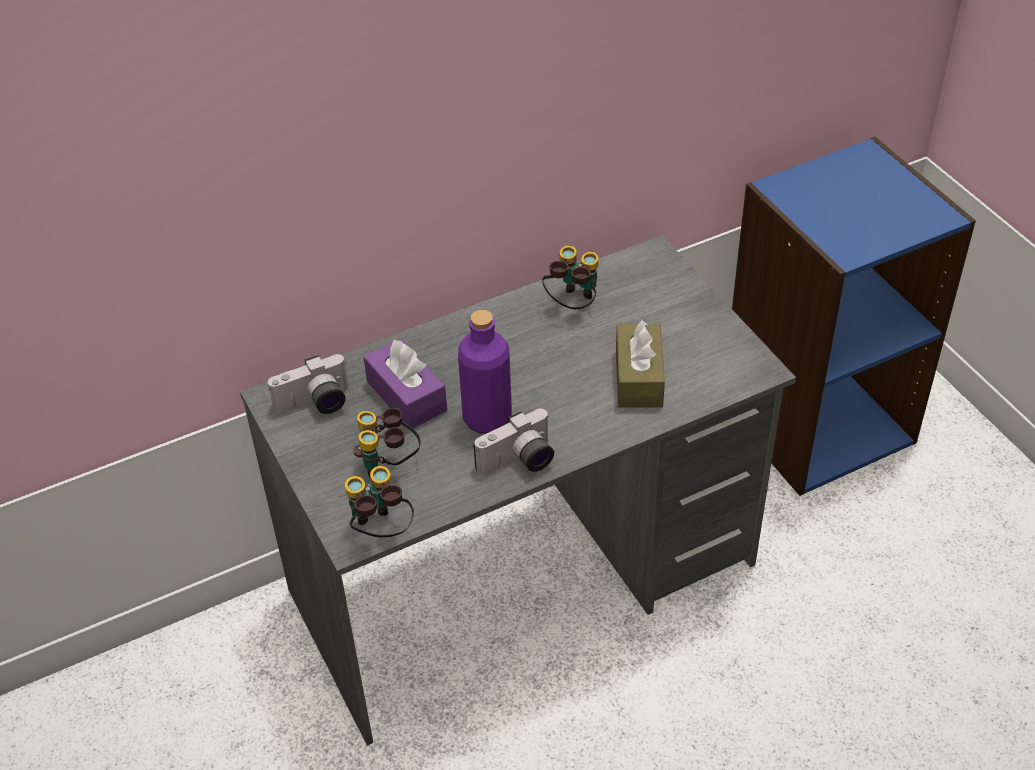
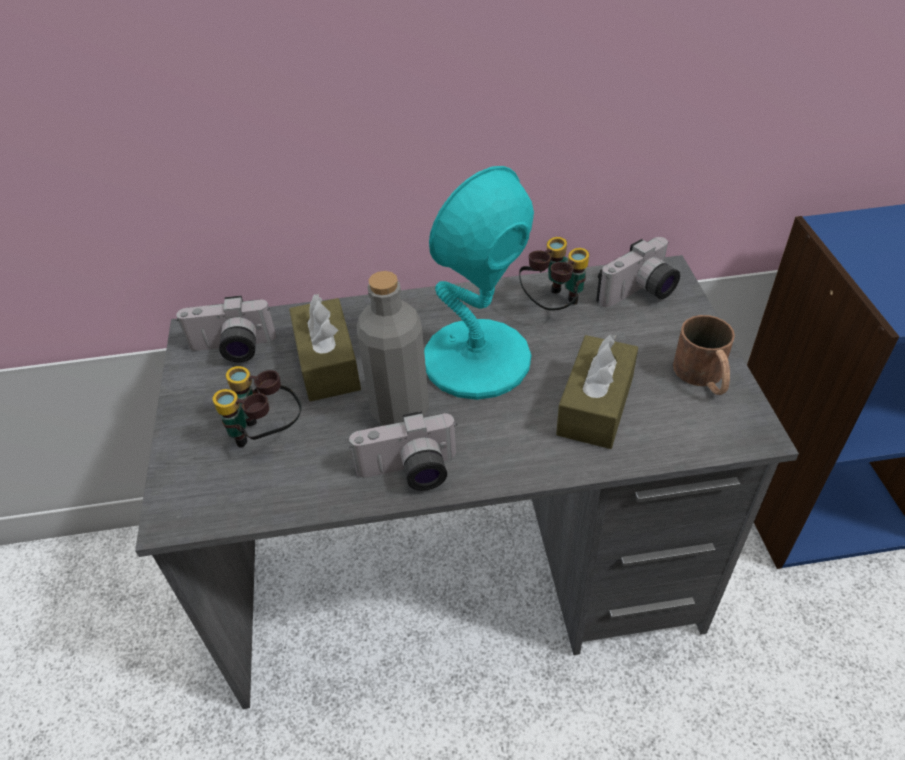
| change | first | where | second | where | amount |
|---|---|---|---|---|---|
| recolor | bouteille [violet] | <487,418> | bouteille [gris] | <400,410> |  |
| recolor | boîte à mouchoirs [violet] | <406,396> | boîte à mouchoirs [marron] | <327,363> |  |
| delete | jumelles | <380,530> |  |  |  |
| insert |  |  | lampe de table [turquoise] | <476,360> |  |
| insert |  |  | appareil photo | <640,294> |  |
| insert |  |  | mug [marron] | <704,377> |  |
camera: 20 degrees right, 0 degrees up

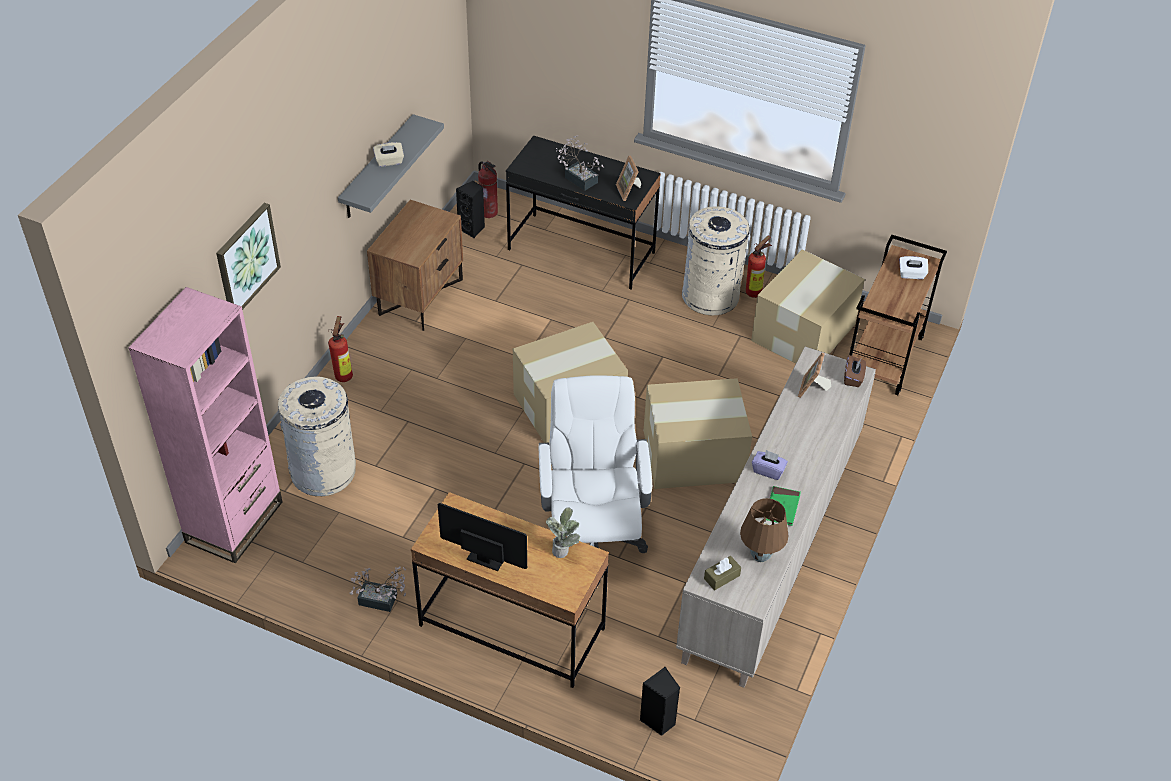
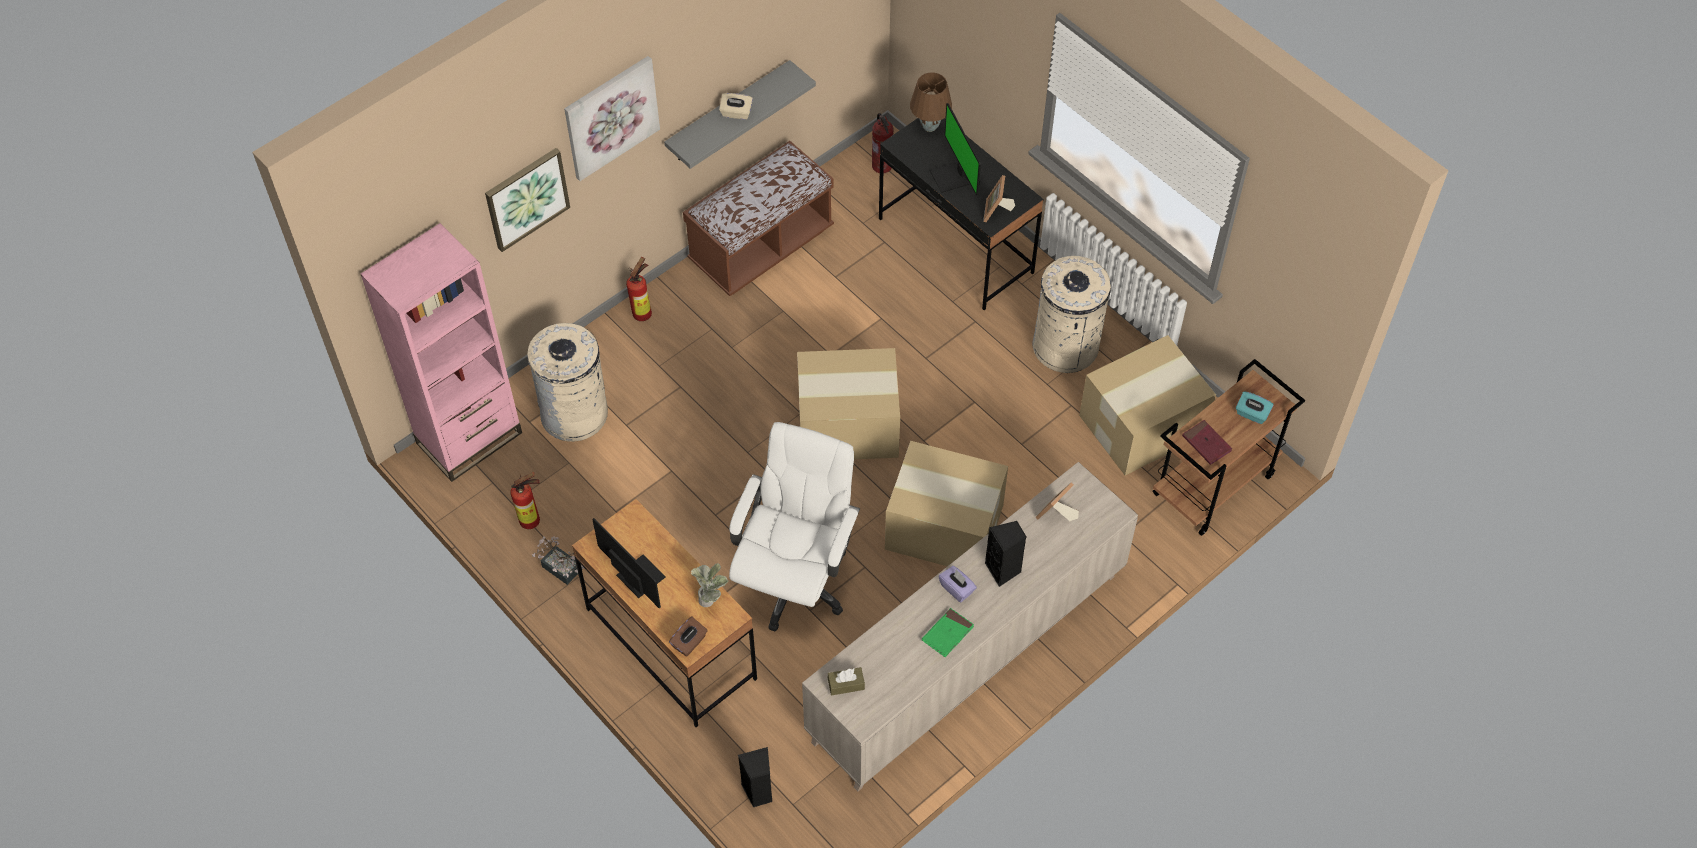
| change | first | where | second | where | amount |
|---|---|---|---|---|---|
| replace | plante en pot | <578,178> | écran d'ordinateur | <951,177> |  |
| move | enceinte [noir] | <472,229> |  | <1004,570> |  |
| replace | table de chevet [marron] | <420,296> | banc [marron] | <761,246> |  |
| move | extincteur | <755,292> |  | <533,521> |  |
| recolor | boîte à mouchoirs [blanc] | <911,274> | boîte à mouchoirs [turquoise] | <1252,414> |  |
| move | boîte à mouchoirs [marron] | <853,378> |  | <689,642> |  |
| move | lampe de table [marron] | <760,555> |  | <930,126> |  |
| insert |  |  | tableau | <610,116> |  |
| insert |  |  | livre [rouge] | <1206,444> |  |
camera: 25 degrees right, 10 degrees up

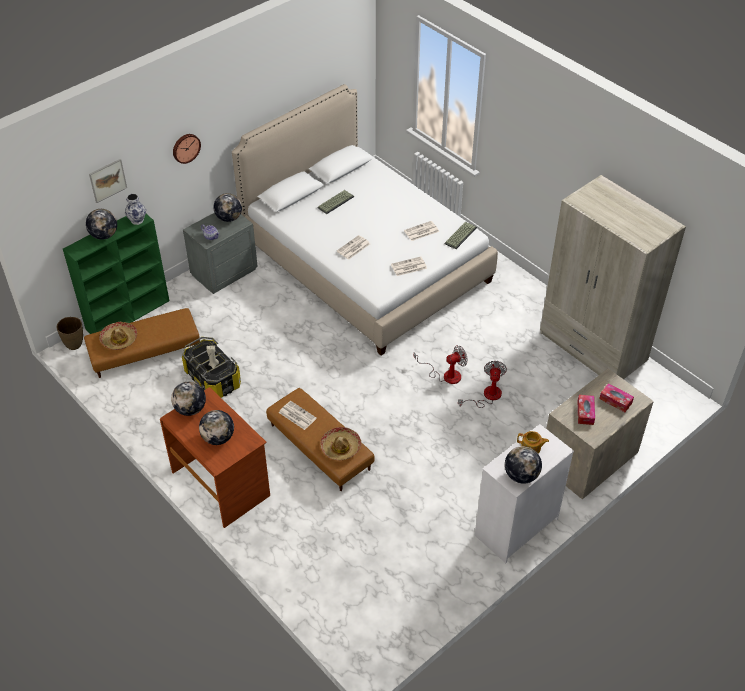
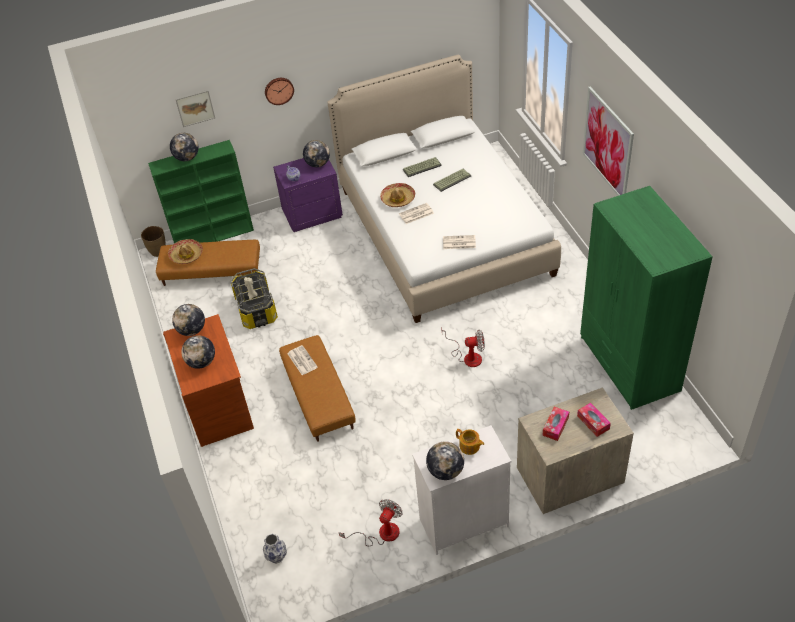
| change | first | where | second | where | amount |
|---|---|---|---|---|---|
| recolor | armoire [beige] | <592,347> | armoire [vert] | <628,364> |  |
| move | vase | <137,220> |  | <277,556> |  |
| recolor | table de chevet [gris] | <223,272> | table de chevet [violet] | <312,214> |  |
| delete | journal | <421,231> |  |  |  |
| move | clavier | <460,235> |  | <452,180> |  |
| move | ventilateur | <486,396> |  | <381,534> |  |
| move | chapeau | <340,447> |  | <398,199> |  |
| insert |  |  | tableau | <607,144> |  |
camera: 25 degrees right, 0 degrees up

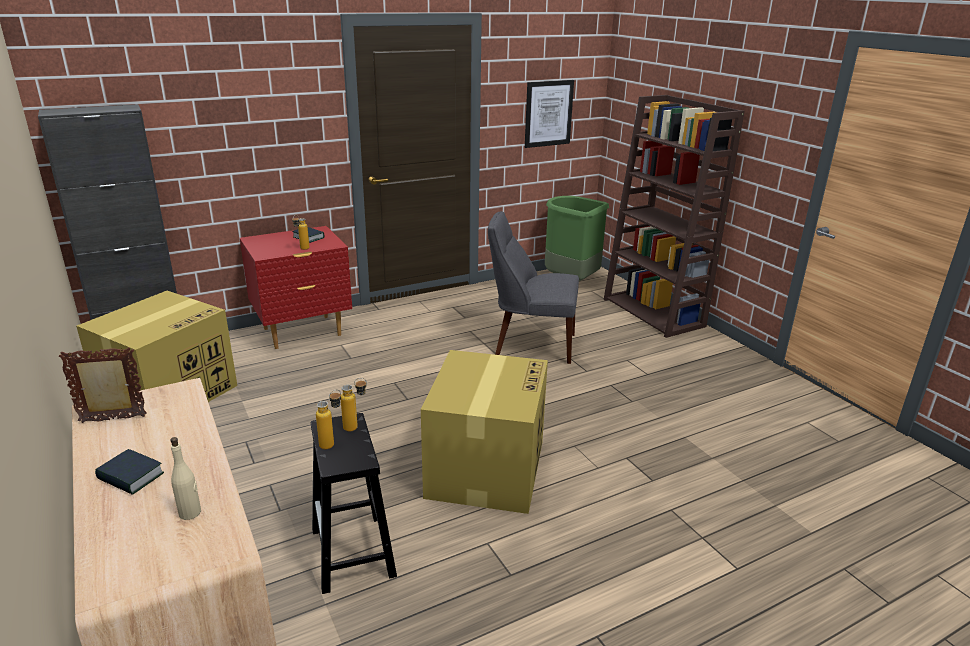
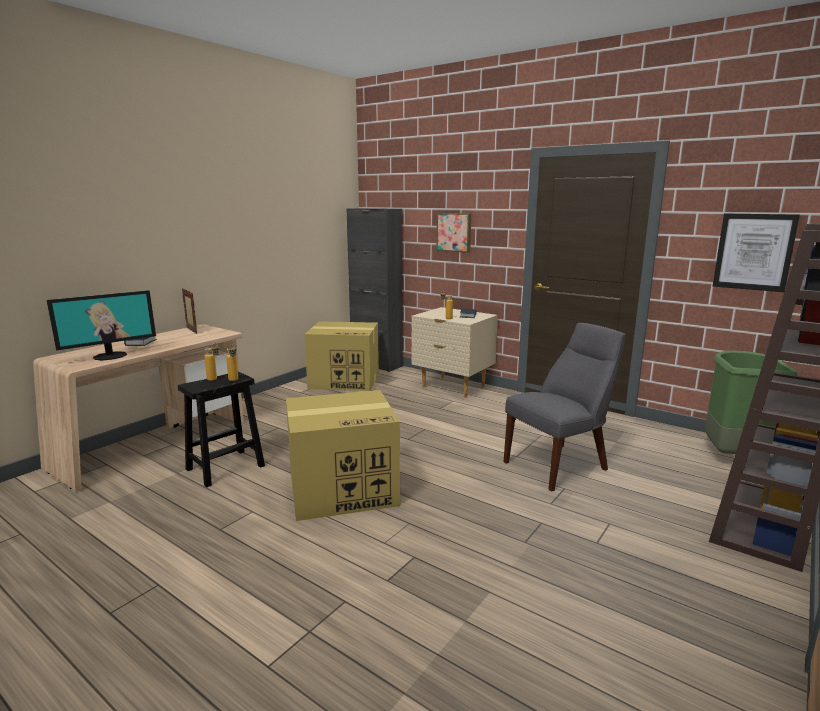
| change | first | where | second | where | amount |
|---|---|---|---|---|---|
| rotate | chaise [gris] | <531,344> |  | <559,465> | 75 degrees clockwise |
| recolor | table de chevet [rouge] | <302,332> | table de chevet [beige] | <453,387> |  |
| replace | bouteille [beige] | <190,513> | écran d'ordinateur | <110,356> |  |
| insert |  |  | tableau | <454,232> |  |
camera: 65 degrees right, 10 degrees down

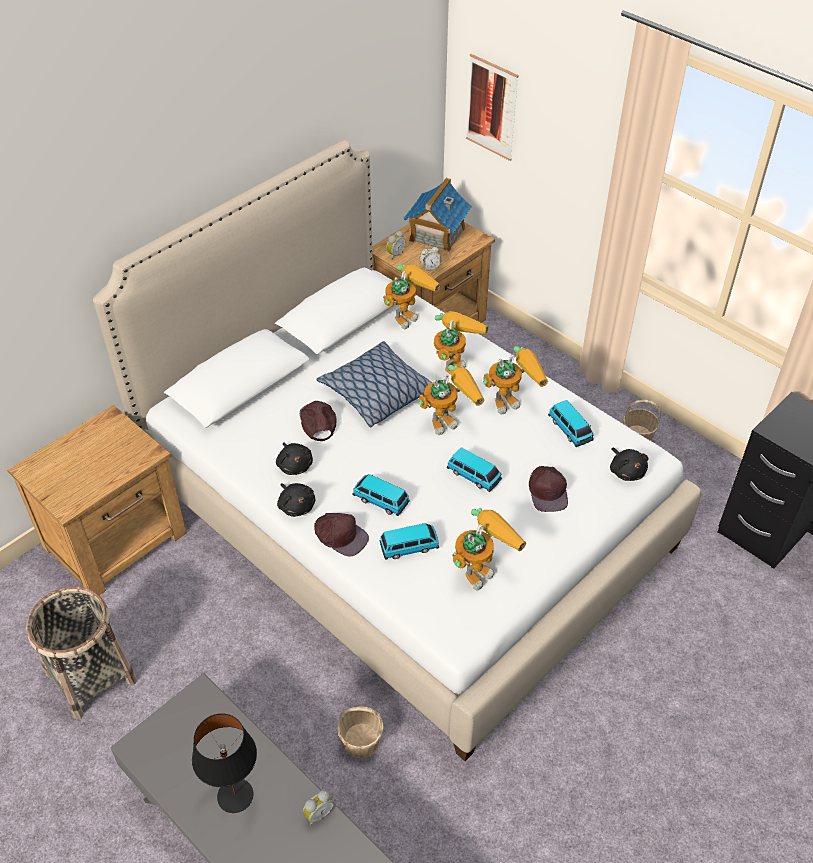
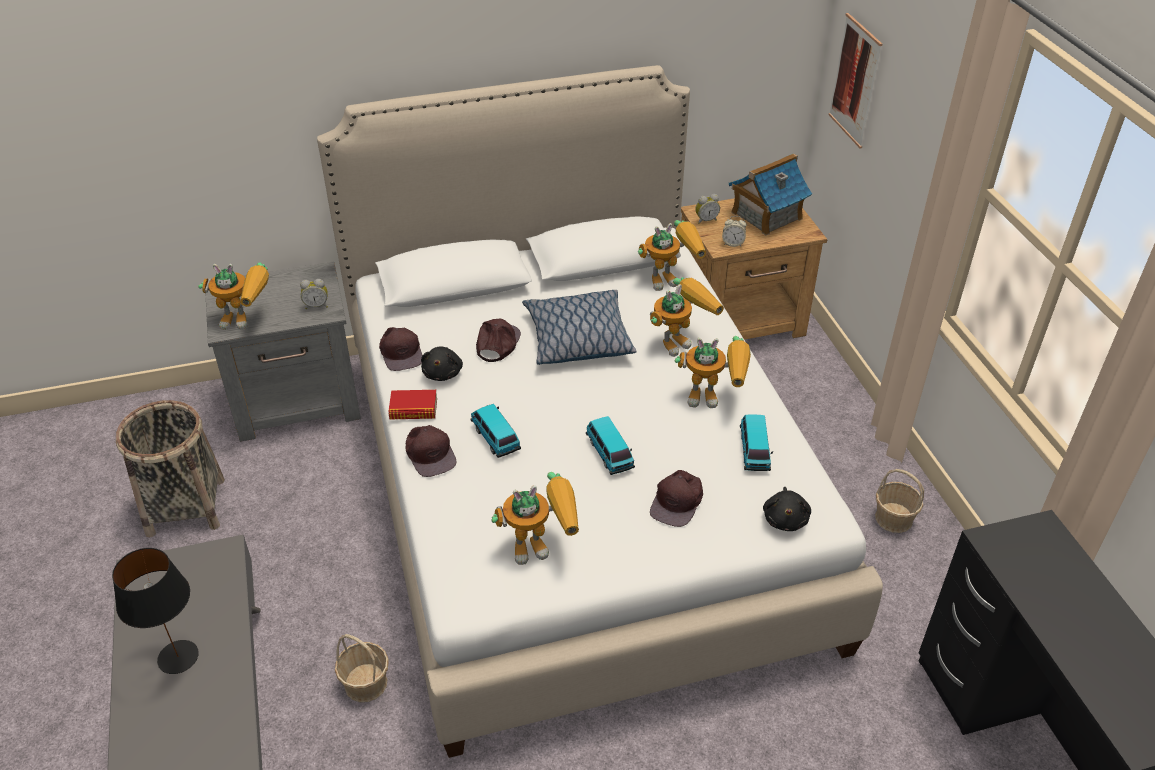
| change | first | where | second | where | amount |
|---|---|---|---|---|---|
| move | robot jouet | <450,419> |  | <247,320> |  |
| recolor | table de chevet [marron] | <117,540> | table de chevet [gris] | <299,400> |  |
| replace | peluche [noir] | <296,505> | livre | <413,409> |  |
| delete | petite voiture | <409,547> |  |  |  |
| move | réveil | <318,813> |  | <316,305> |  |
| insert |  |  | casquette [marron] | <401,352> |  |
camera: 30 degrees right, 5 degrees down

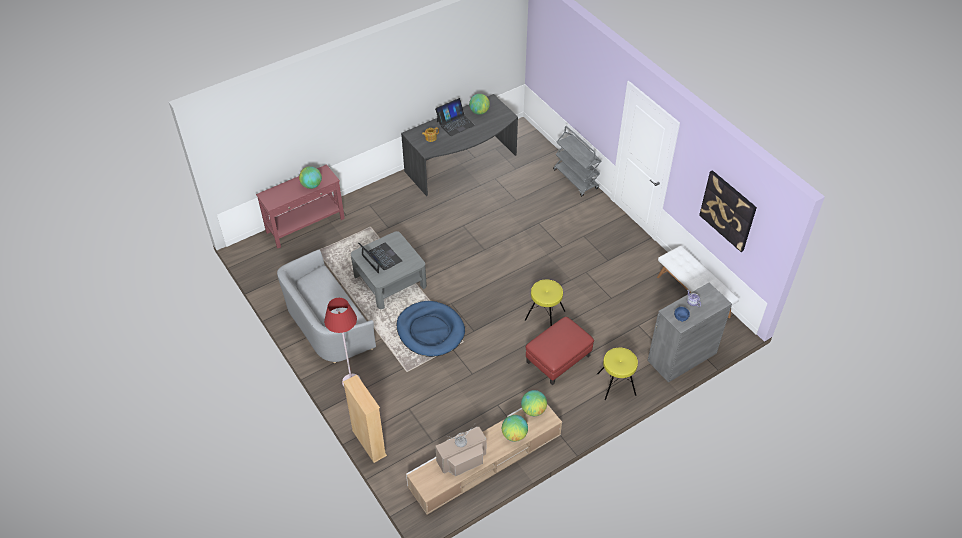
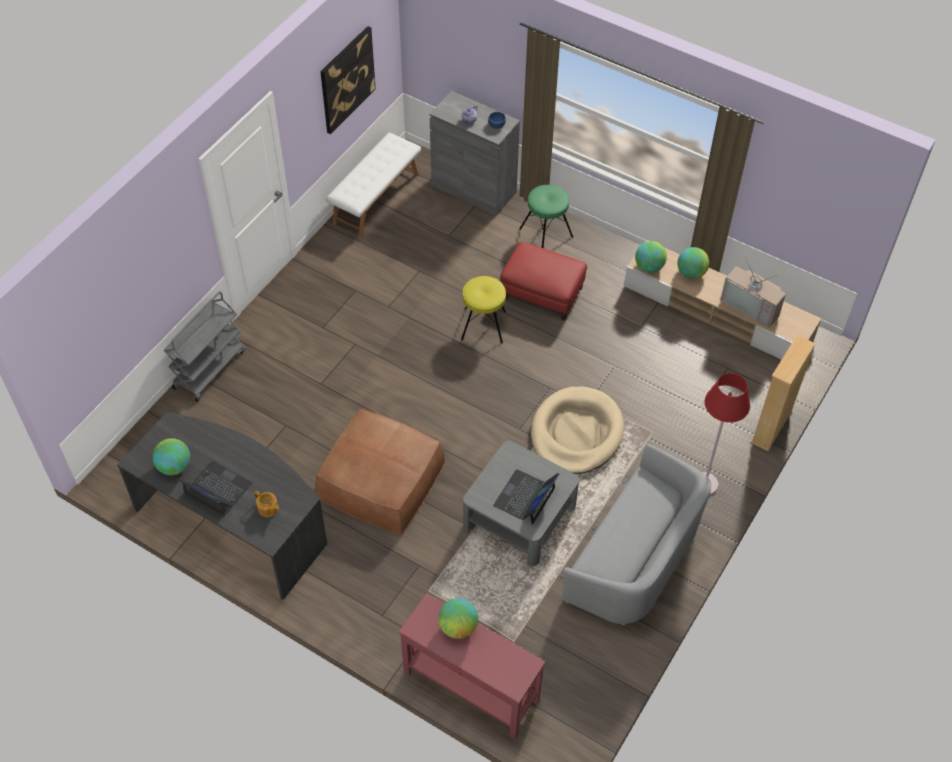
| change | first | where | second | where | amount |
|---|---|---|---|---|---|
| recolor | panier pour chien [bleu] | <430,331> | panier pour chien [beige] | <576,433> |  |
| recolor | tabouret [jaune] | <616,384> | tabouret [vert] | <546,233> |  |
| insert |  |  | pouf [marron] | <380,479> |  |
camera: 115 degrees left, 5 degrees up

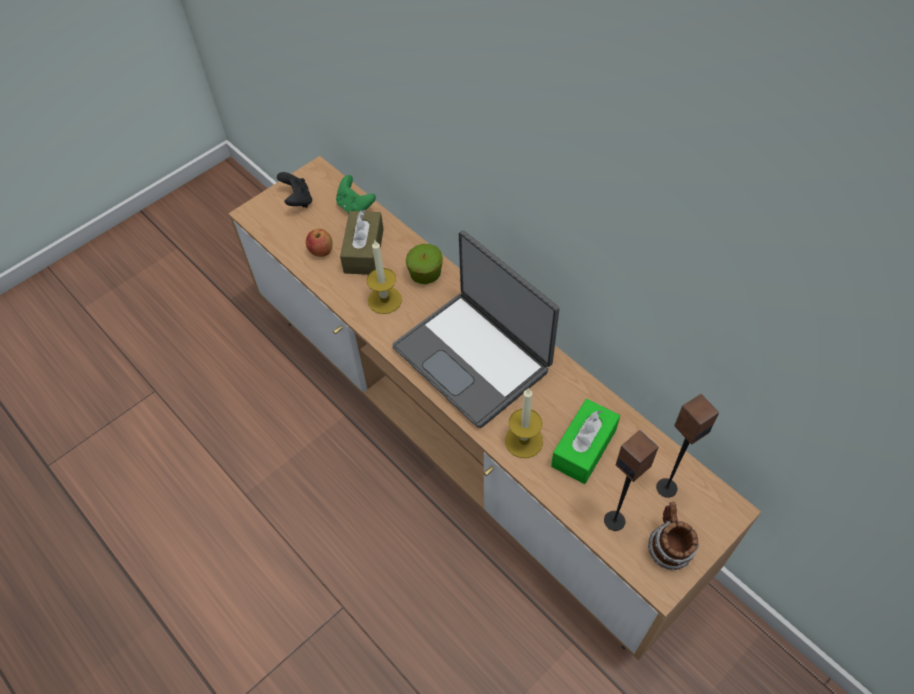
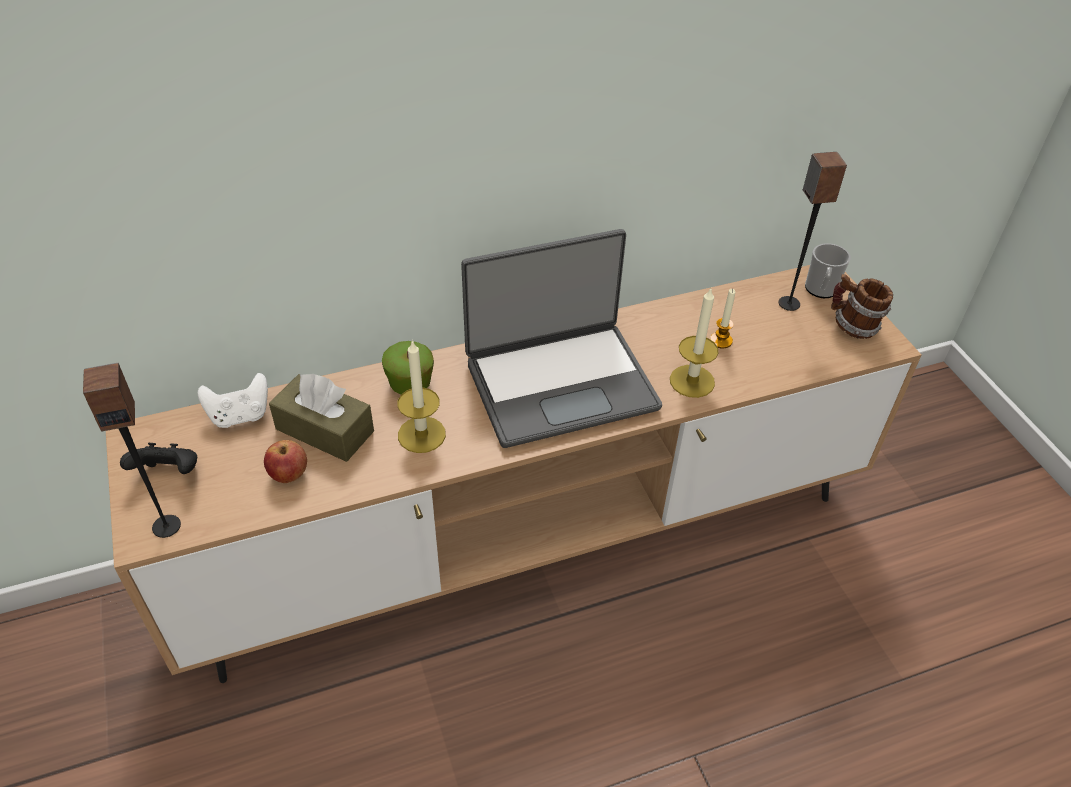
| change | first | where | second | where | amount |
|---|---|---|---|---|---|
| recolor | manette [vert] | <355,207> | manette [blanc] | <240,416> |  |
| replace | boîte à mouchoirs [vert] | <584,448> | bougie | <721,340> |  |
| move | enceinte | <615,520> |  | <166,525> |  |
| insert |  |  | mug | <821,290> |  |
camera: 70 degrees left, 10 degrees down

